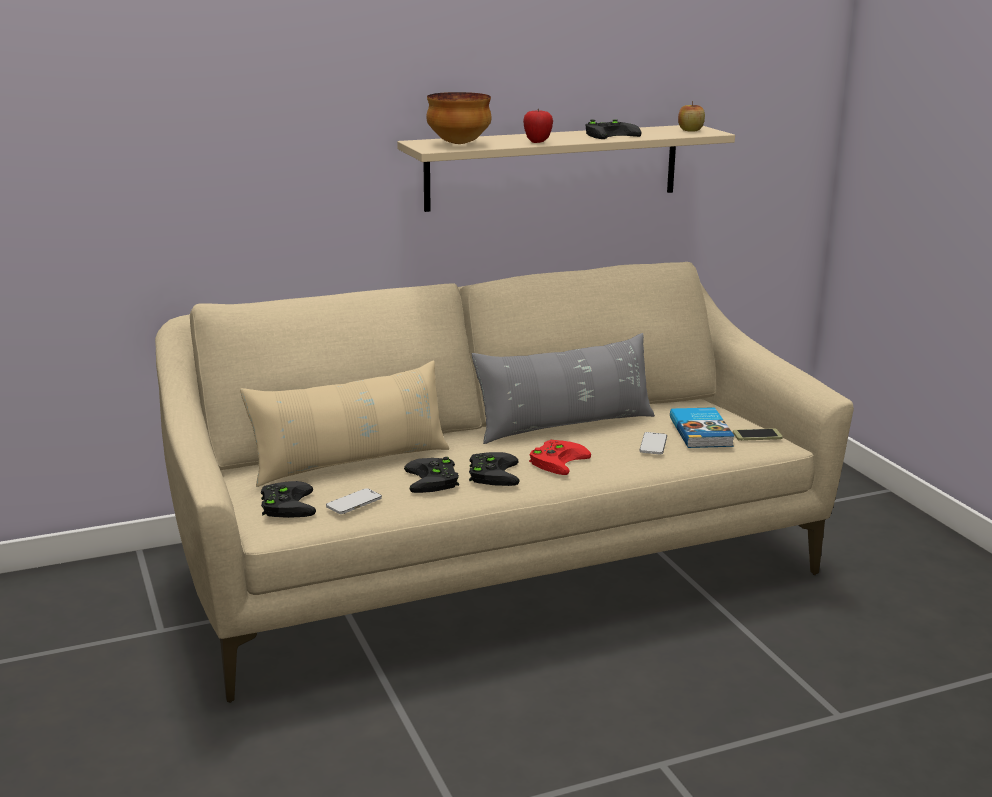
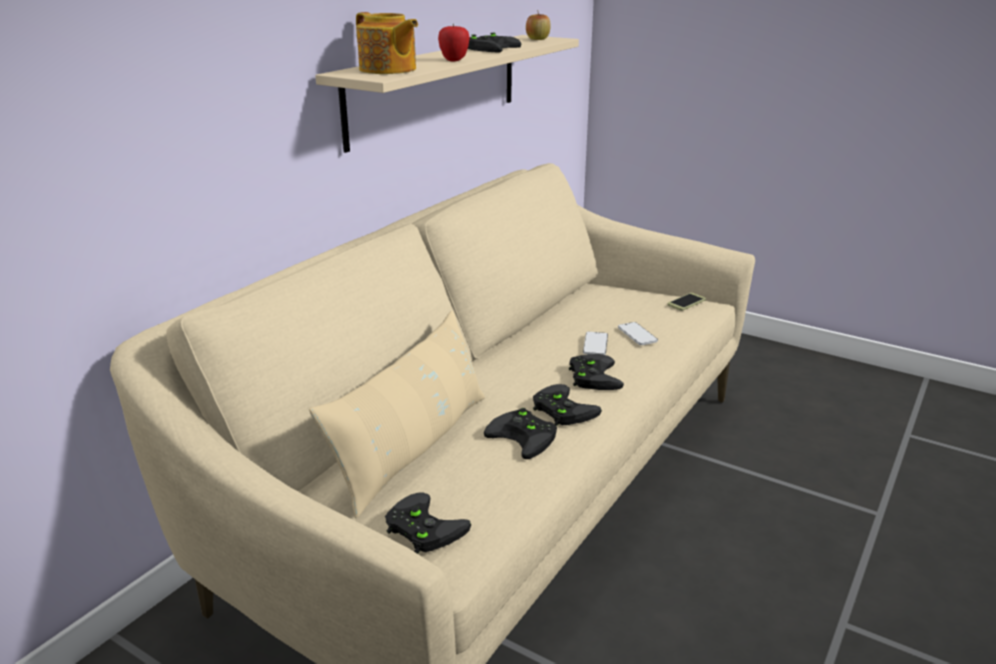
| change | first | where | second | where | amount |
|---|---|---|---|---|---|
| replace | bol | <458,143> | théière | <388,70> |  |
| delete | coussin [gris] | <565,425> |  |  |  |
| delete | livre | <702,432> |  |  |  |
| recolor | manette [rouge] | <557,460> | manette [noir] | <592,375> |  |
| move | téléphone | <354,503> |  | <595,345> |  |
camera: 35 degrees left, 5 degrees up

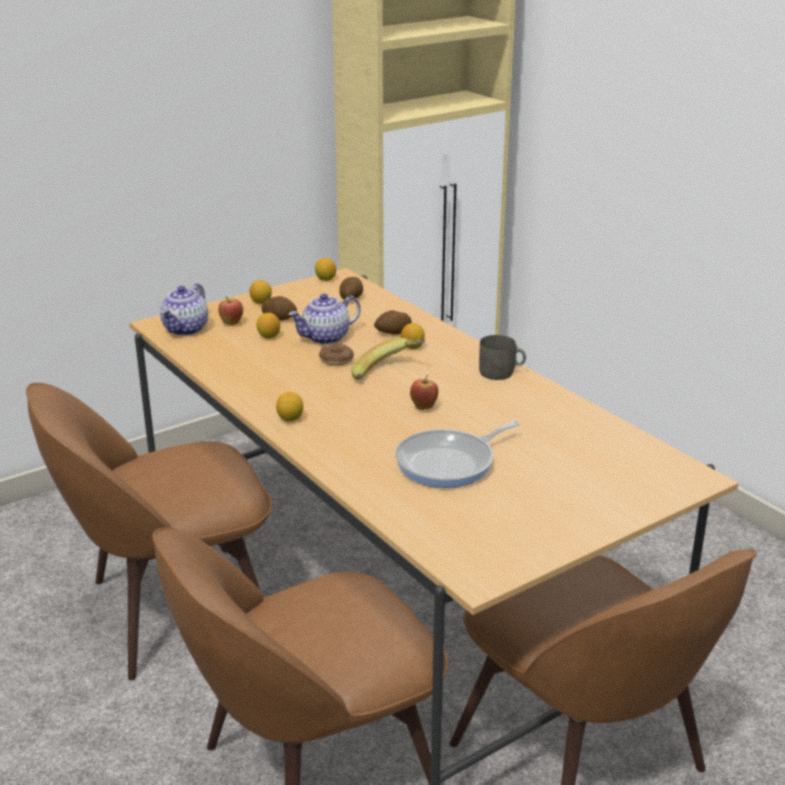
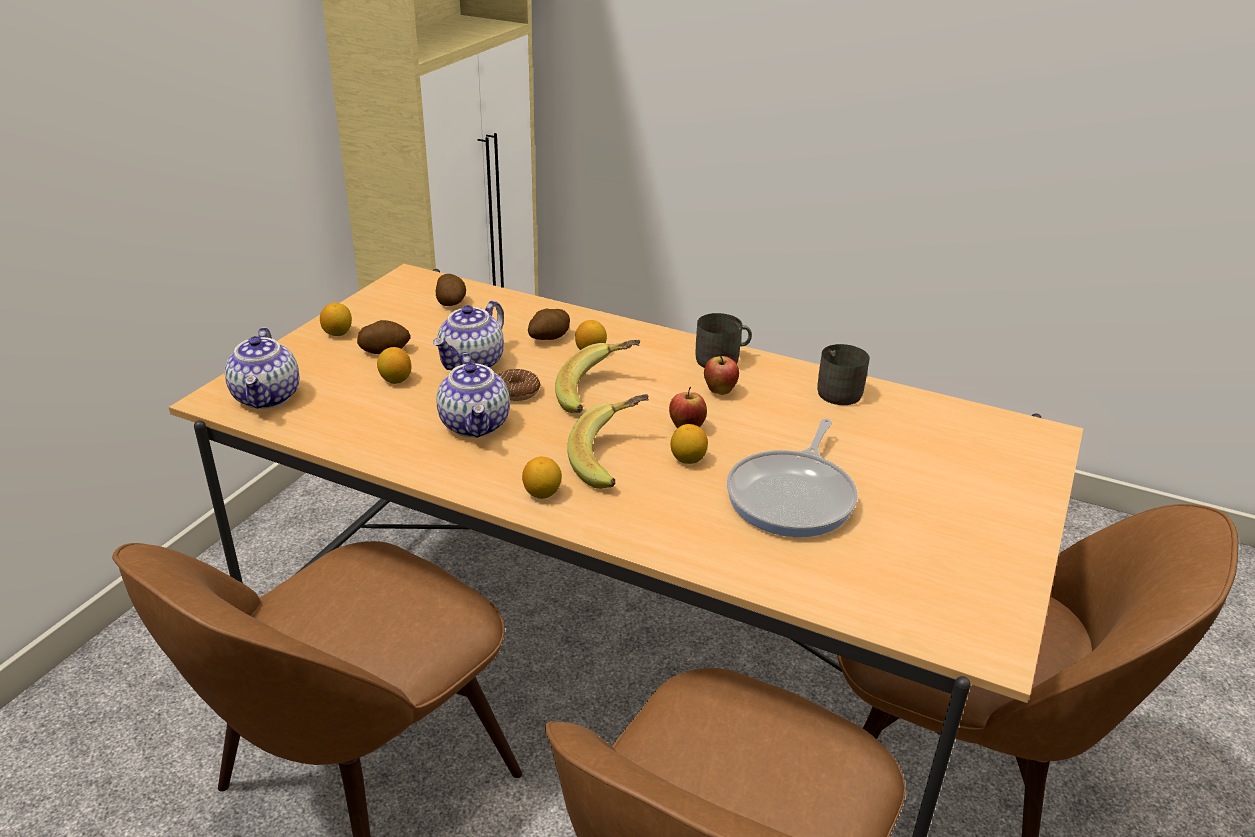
| change | first | where | second | where | amount |
|---|---|---|---|---|---|
| move | citron | <326,279> |  | <688,459> |  |
| move | pomme | <231,324> |  | <719,392> |  |
| insert |  |  | mug [gris] | <837,390> |  |
| insert |  |  | théière | <476,425> |  |
| insert |  |  | banane | <614,460> |  |
camera: 30 degrees left, 5 degrees up

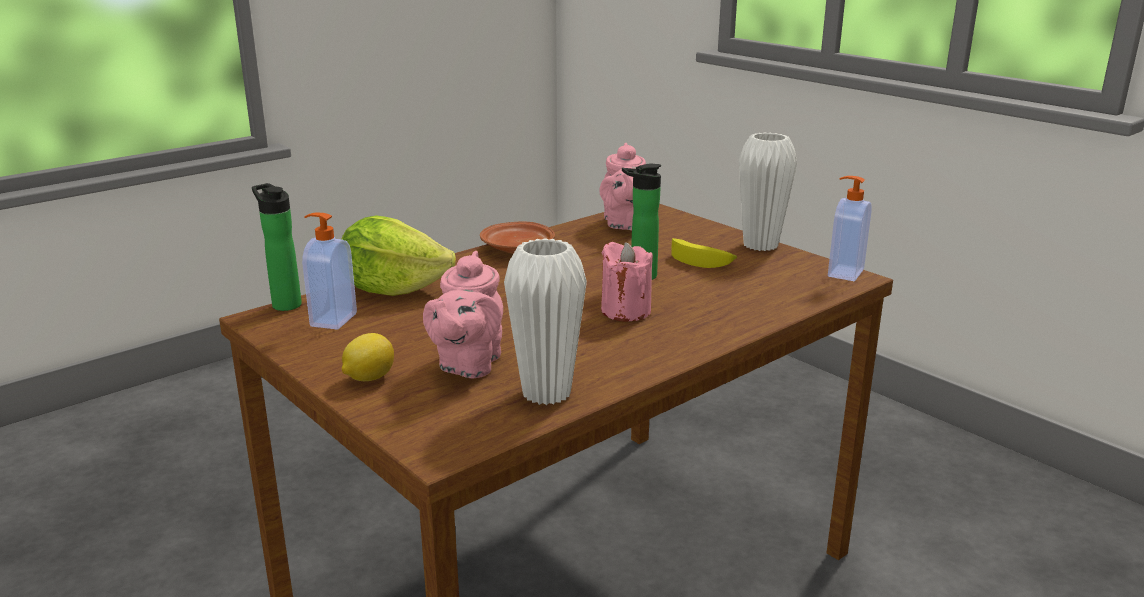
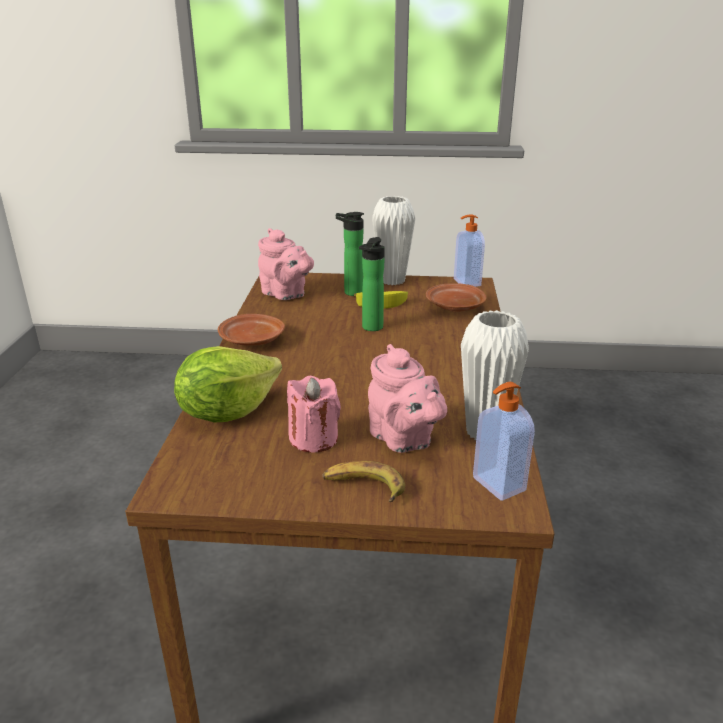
| change | first | where | second | where | amount |
|---|---|---|---|---|---|
| move | bouteille | <284,304> |  | <350,292> |  |
| move | distributeur de savon | <332,320> |  | <497,485> |  |
| move | bougie [rose] | <626,311> |  | <313,438> |  |
| replace | citron | <368,378> | banane | <363,487> |  |
| insert |  |  | assiette [marron] | <455,307> |  |
camera: 45 degrees left, 5 degrees up

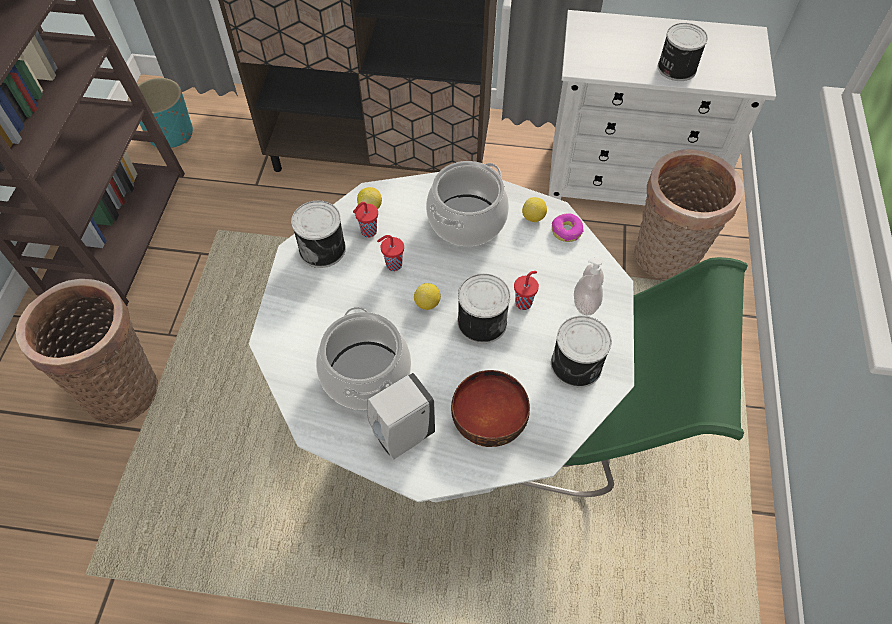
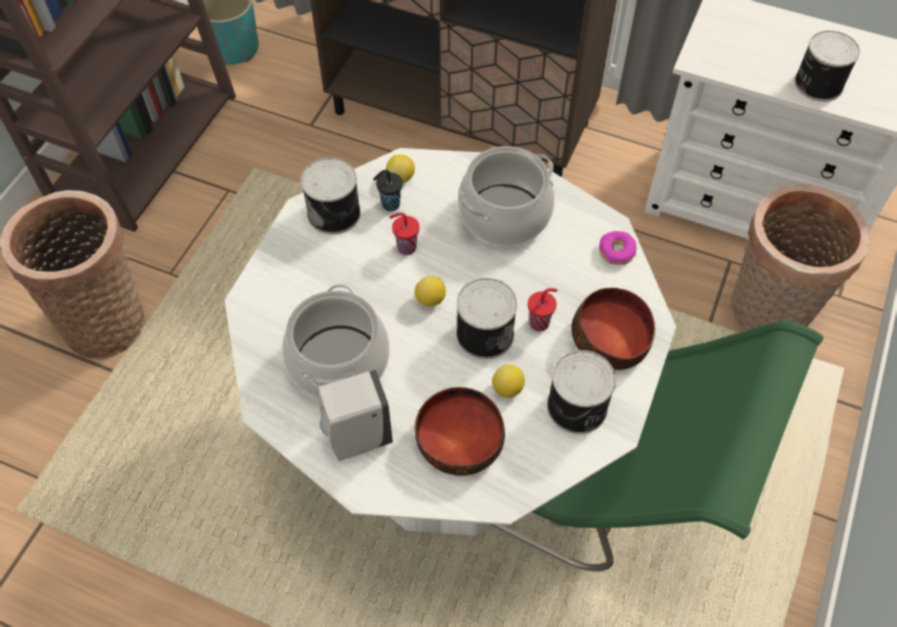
| change | first | where | second | where | amount |
|---|---|---|---|---|---|
| move | citron | <533,217> |  | <507,389> |  |
| recolor | tasse [rouge] | <368,232> | tasse [noir] | <389,205> |  |
| replace | distributeur de savon | <585,303> | bol | <611,340> |  |
camera: 15 degrees right, 0 degrees up

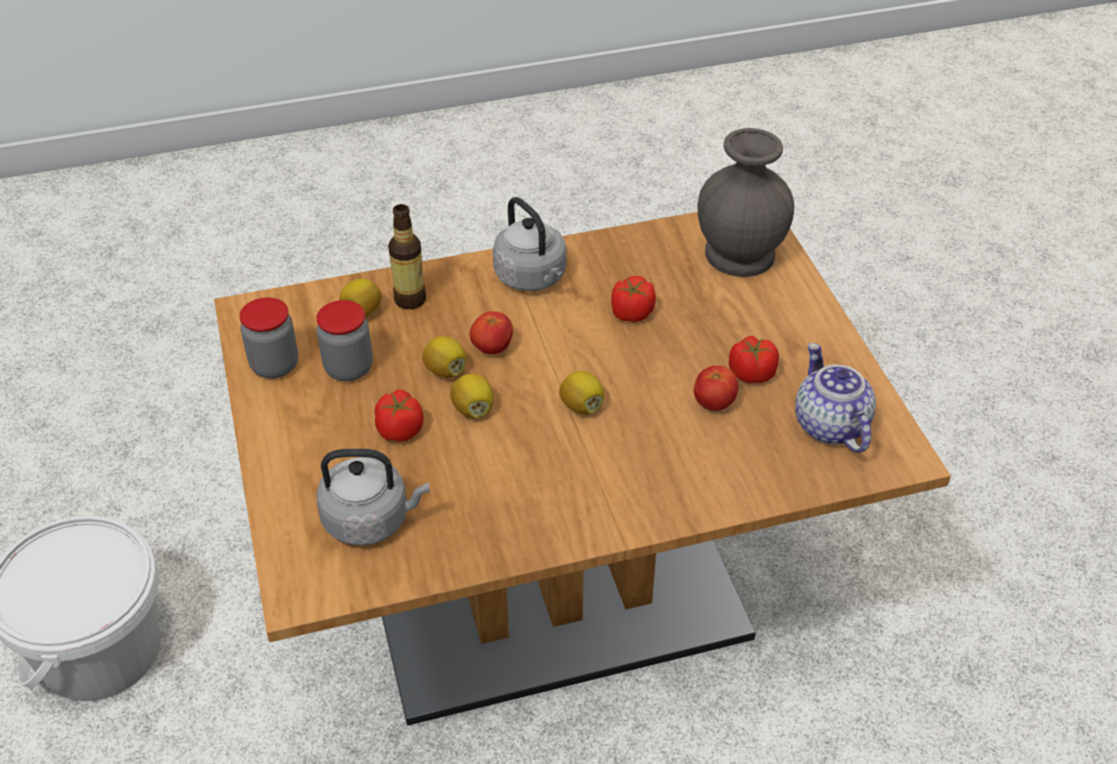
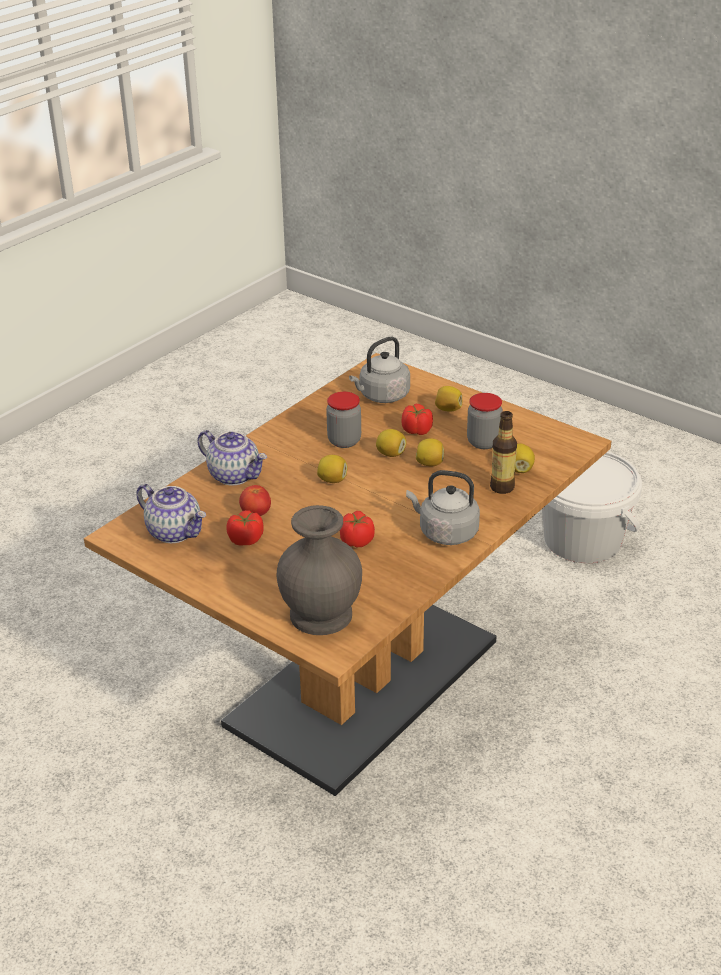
| change | first | where | second | where | amount |
|---|---|---|---|---|---|
| move | bocal | <274,365> |  | <344,441> |  |
| delete | tomate | <492,348> |  |  |  |
| insert |  |  | citron | <448,409> |  |
| insert |  |  | théière | <235,475> |  |
camera: 145 degrees right, 10 degrees down

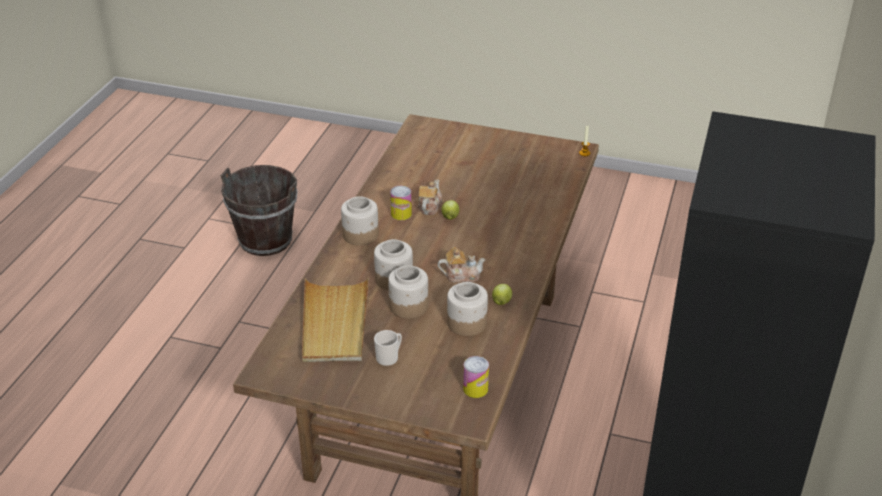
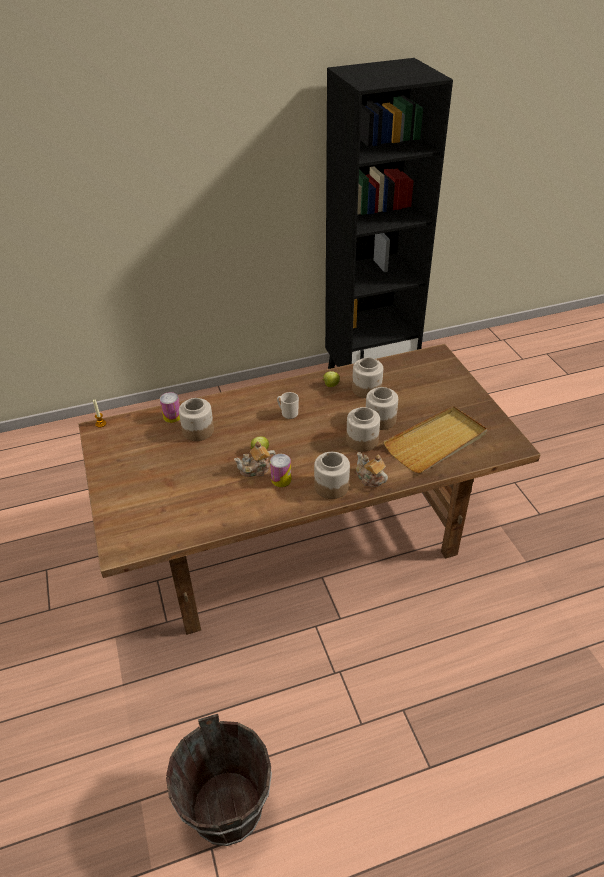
| change | first | where | second | where | amount |
|---|---|---|---|---|---|
| move | théière | <461,275> |  | <370,478> |  |
| move | mug | <389,357> |  | <288,413> |  |
| move | boîte métallique | <475,389> |  | <172,416> |  |
| insert |  |  | bocal | <198,431> |  |
camera: 125 degrees left, 5 degrees up

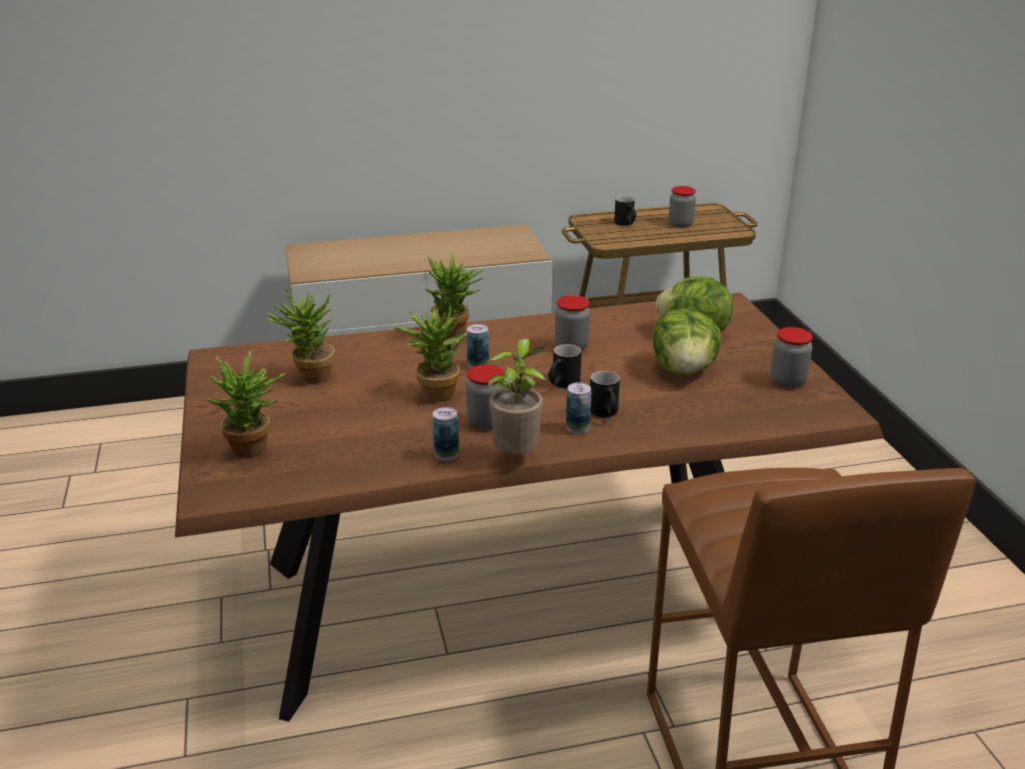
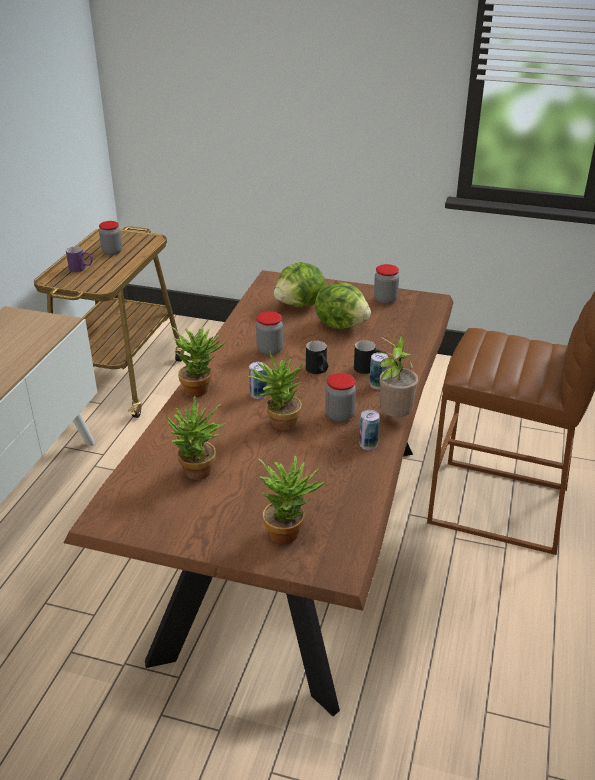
| change | first | where | second | where | amount |
|---|---|---|---|---|---|
| recolor | mug [noir] | <626,224> | mug [violet] | <81,269> |  |
camera: 60 degrees left, 5 degrees up

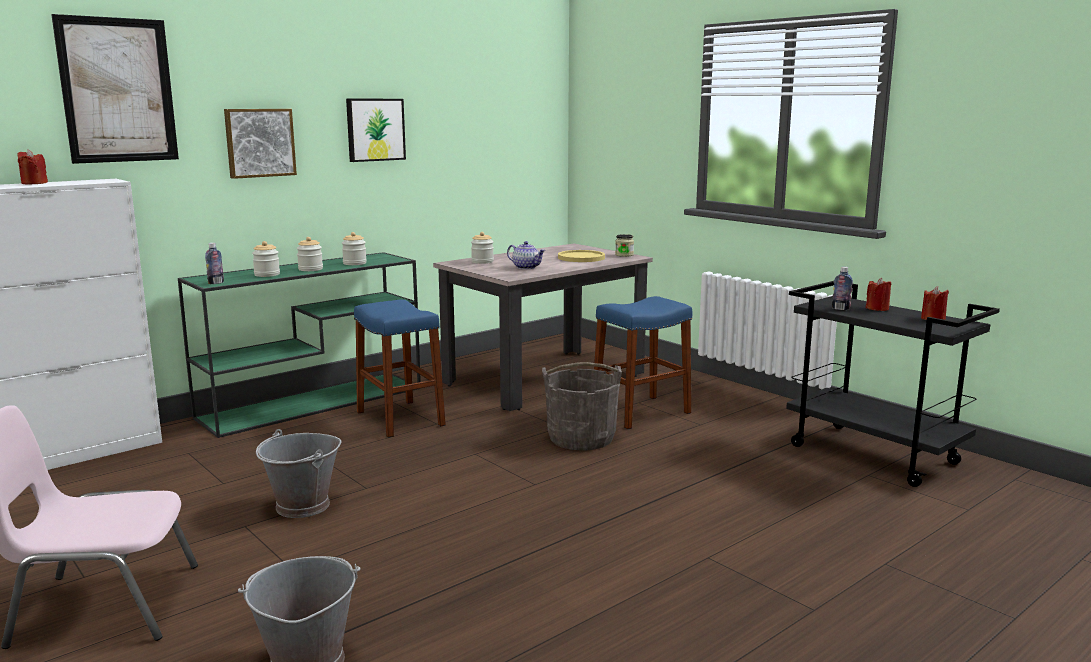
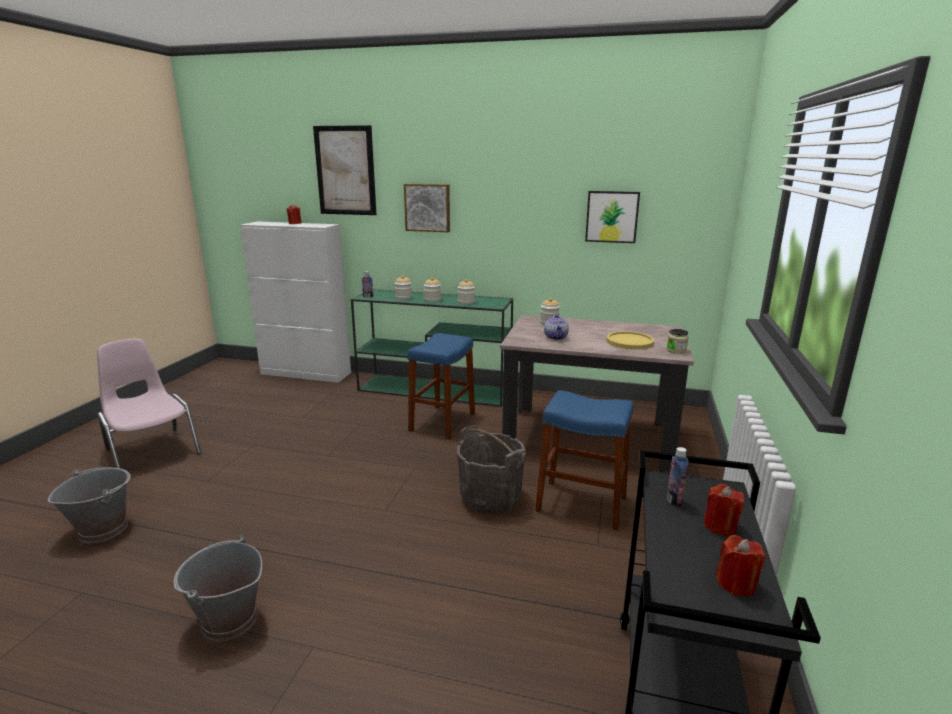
| change | first | where | second | where | amount |
|---|---|---|---|---|---|
| move | tableau | <375,129> |  | <612,216> |  |
| move | seau [gris] | <303,506> |  | <229,621> |  |
camera: 55 degrees right, 5 degrees up

